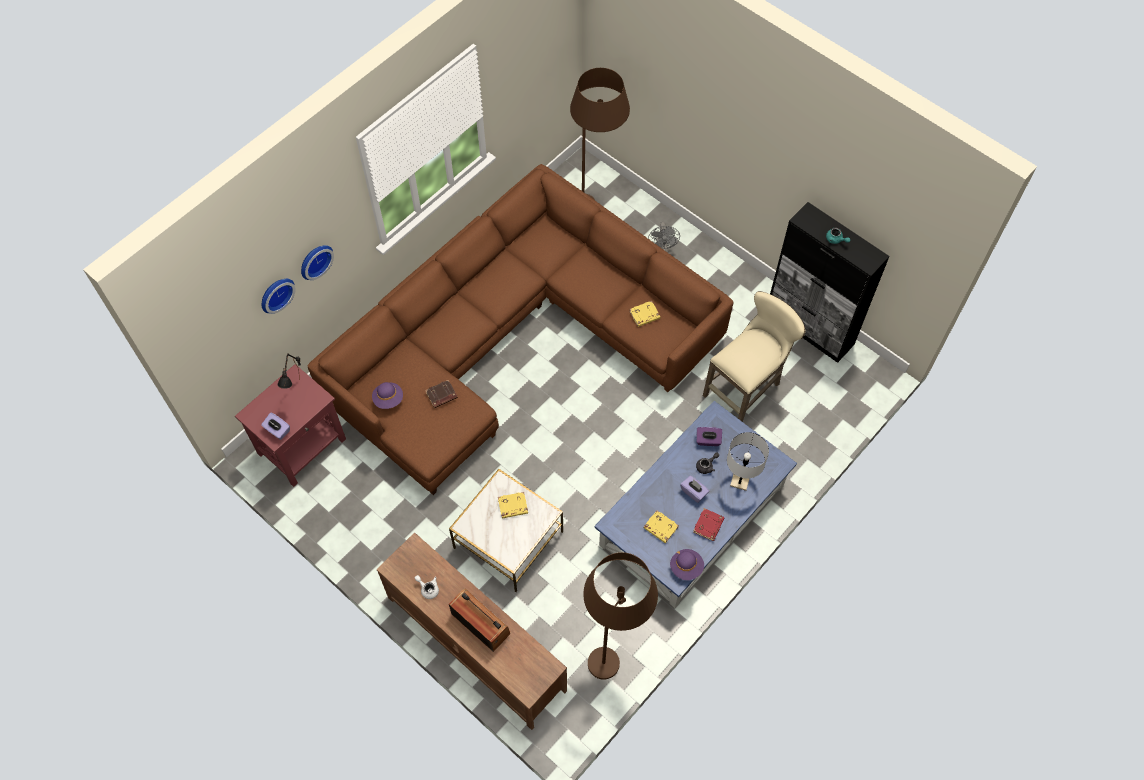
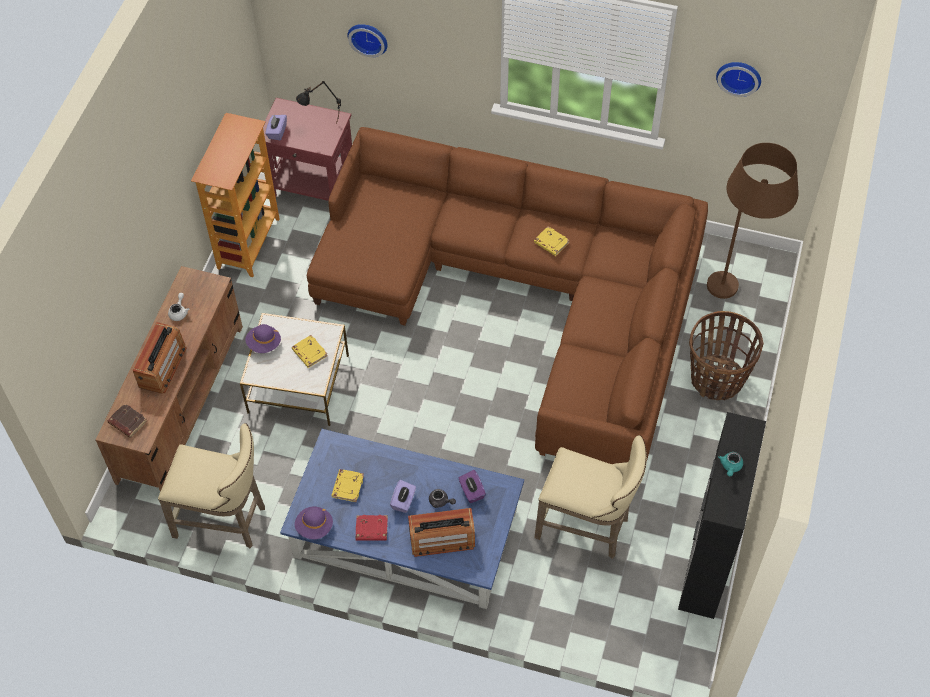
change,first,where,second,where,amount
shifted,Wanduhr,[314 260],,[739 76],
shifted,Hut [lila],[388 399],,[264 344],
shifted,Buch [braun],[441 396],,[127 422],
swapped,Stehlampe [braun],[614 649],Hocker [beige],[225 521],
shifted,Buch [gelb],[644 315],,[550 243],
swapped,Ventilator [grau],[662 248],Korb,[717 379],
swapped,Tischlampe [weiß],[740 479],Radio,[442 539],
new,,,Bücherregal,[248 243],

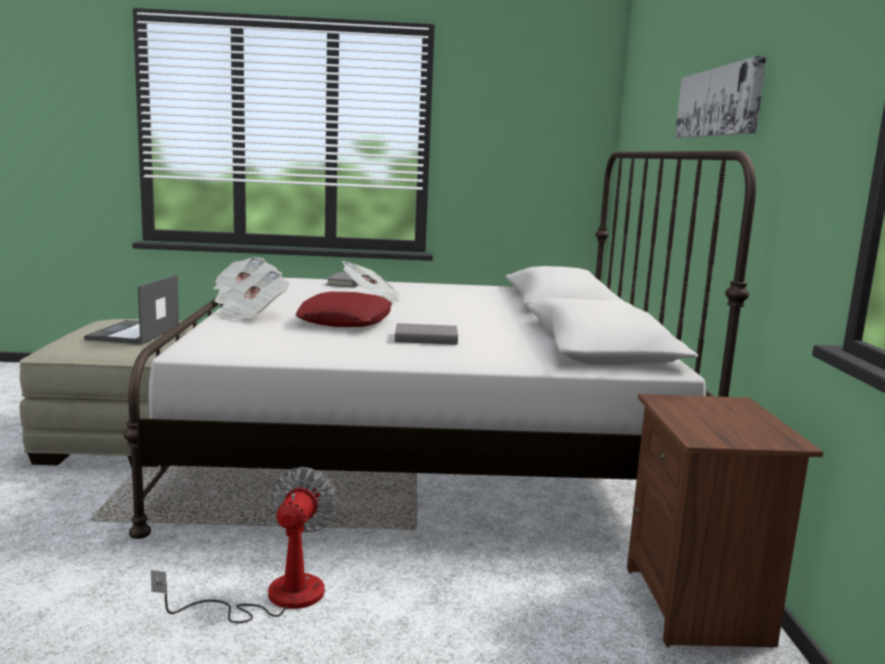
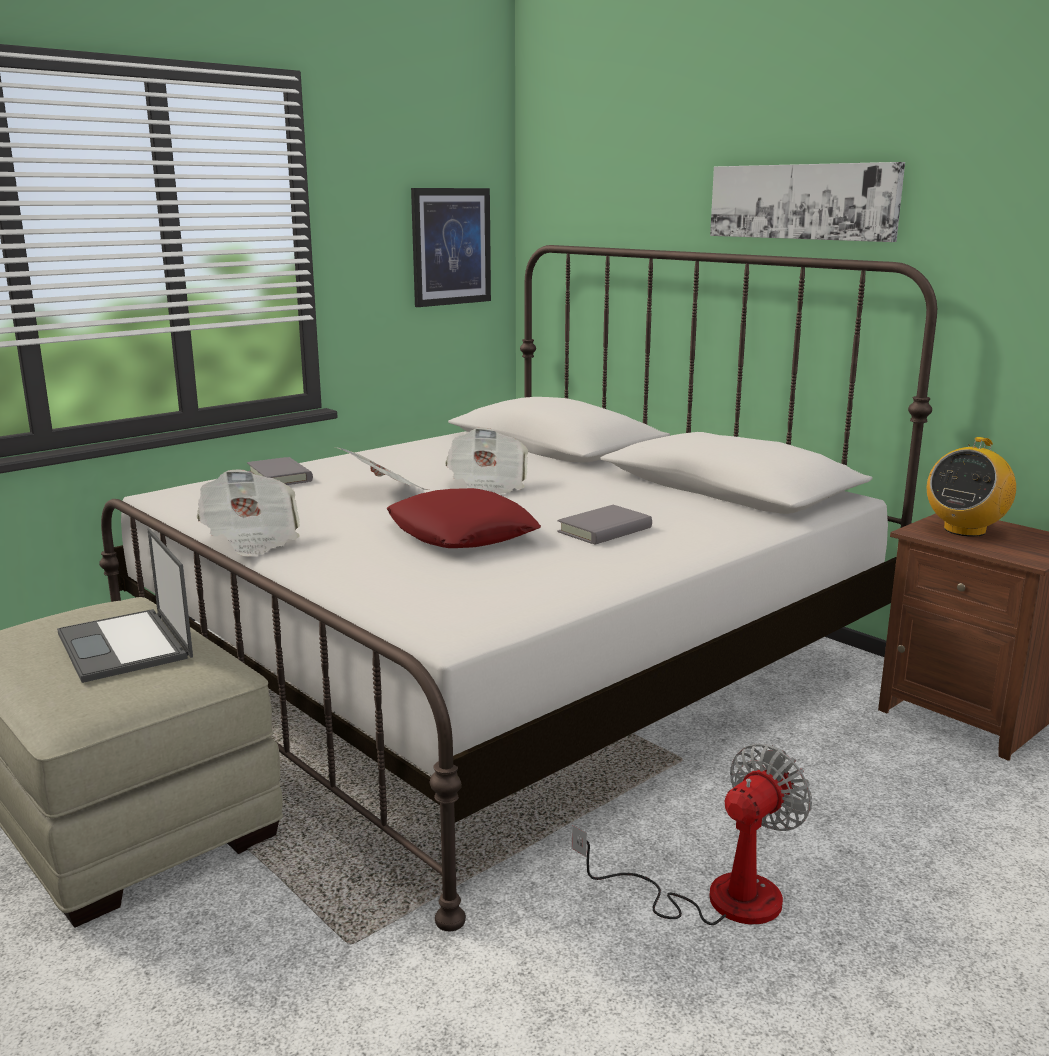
change,first,where,second,where,amount
rotated,Ventilator,[274 597],,[716 897],75 degrees clockwise
shifted,Zeitung,[250 315],,[487 486],
new,,,Bild,[451 246],
new,,,Radio,[964 530],

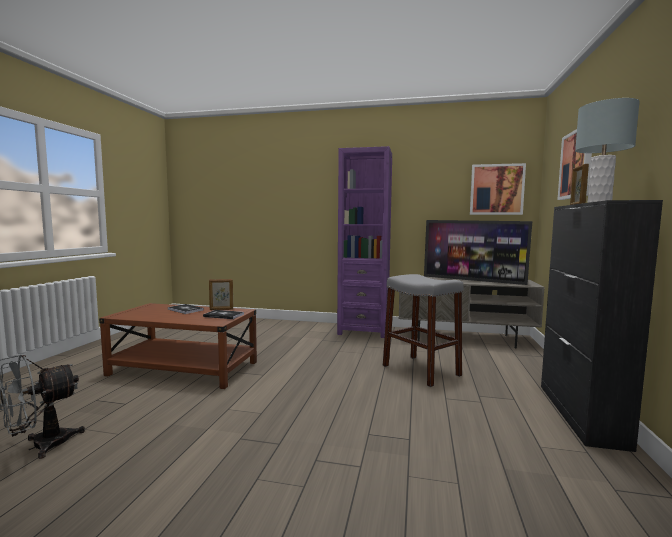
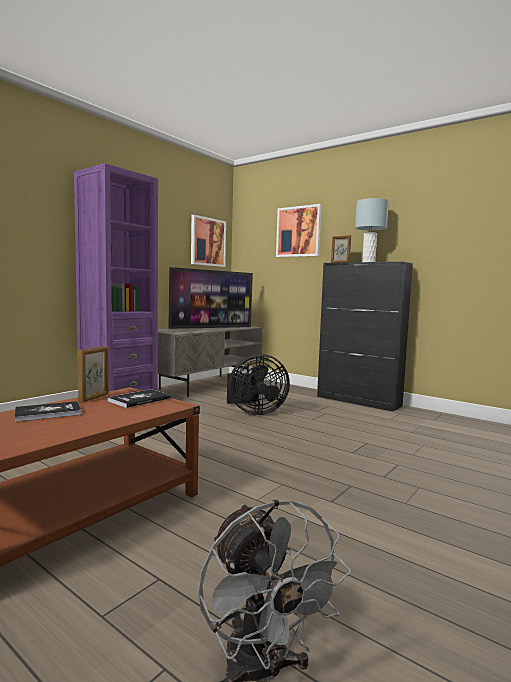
change,first,where,second,where,amount
swapped,Hocker [grau],[421 370],Ventilator [schwarz],[254 412],

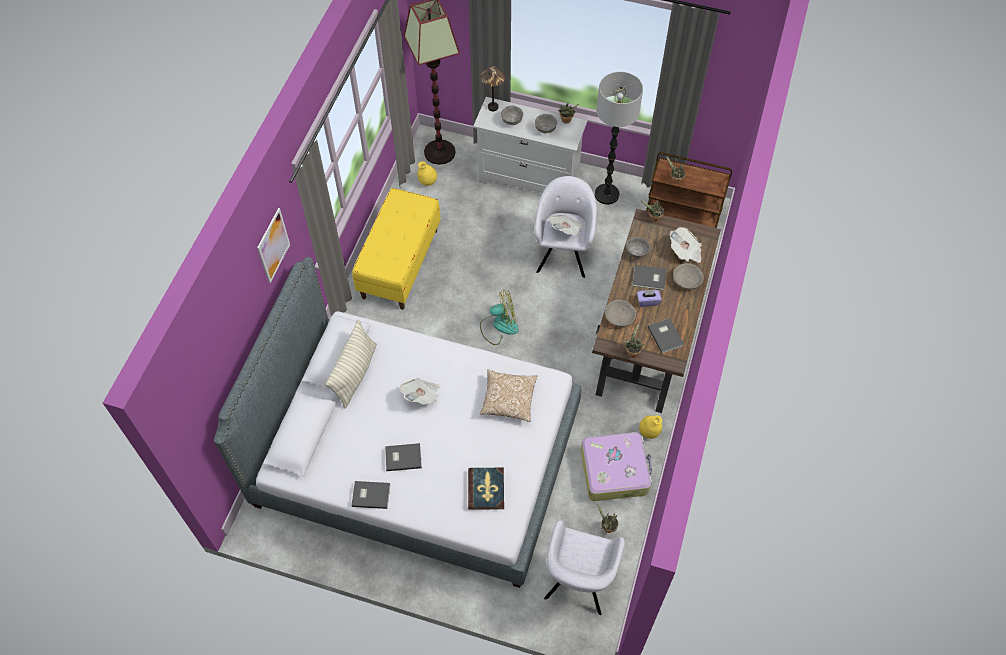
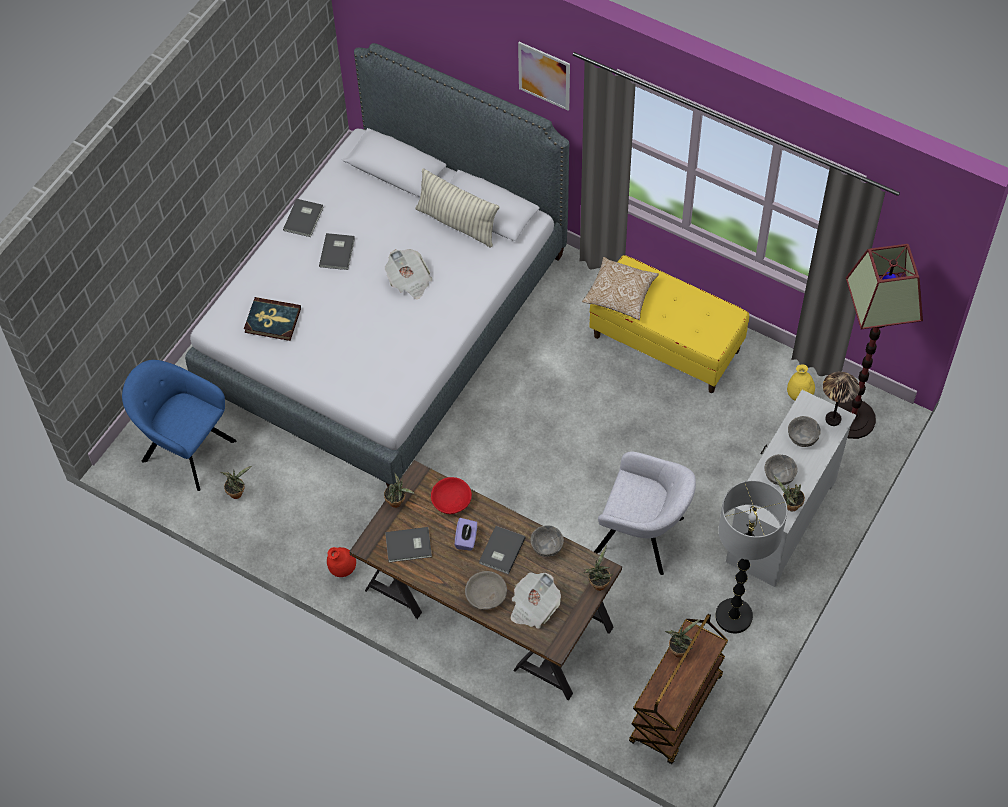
change,first,where,second,where,amount
gone,Ventilator,[499 326],,,
shifted,Kissen,[508 400],,[620 295],
repainted,Sessel [grau],[579 582],Sessel [blau],[185 449],
gone,Zeitung,[566 230],,,
gone,Koffer,[615 470],,,
repainted,Schüssel [grau],[619 317],Schüssel [rot],[451 500],
repainted,Vase [gelb],[649 432],Vase [rot],[342 569],

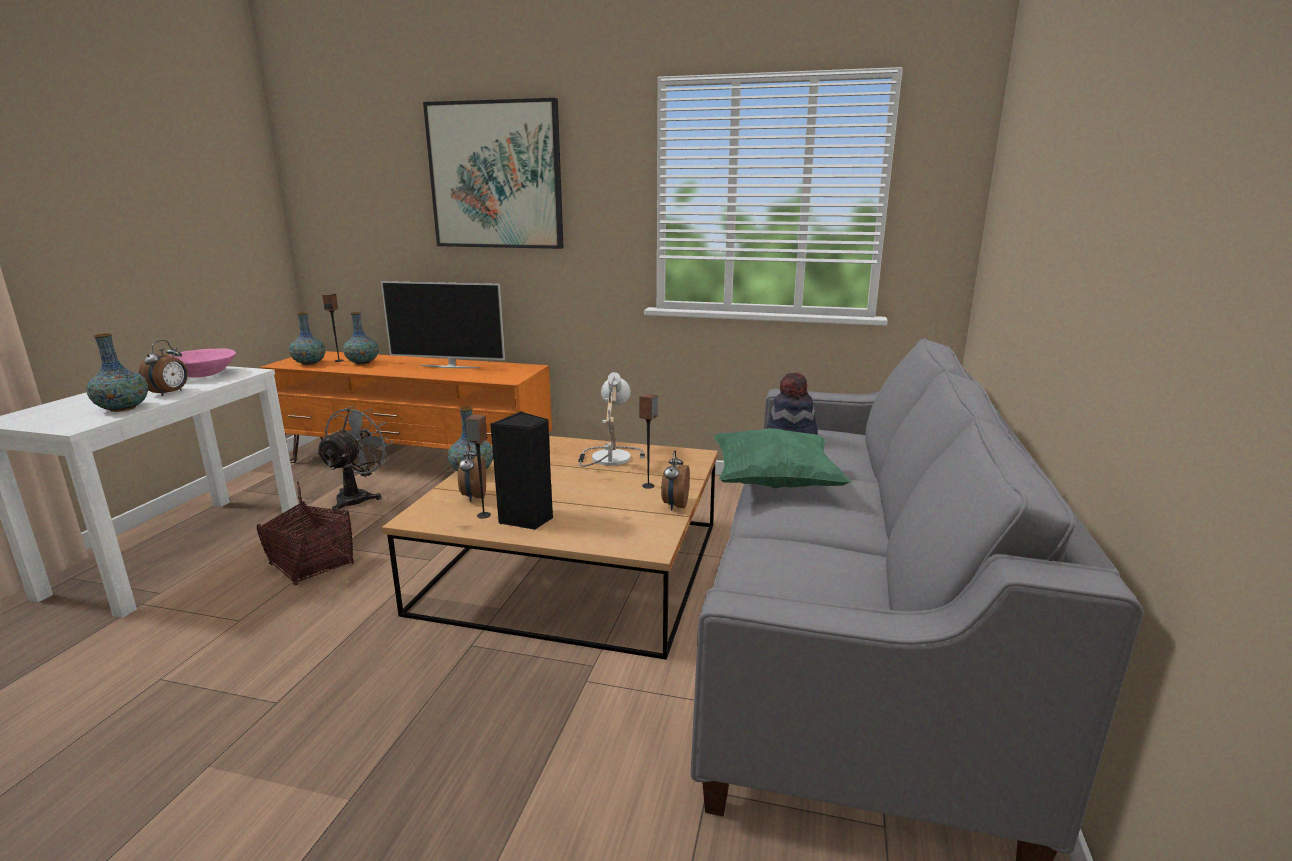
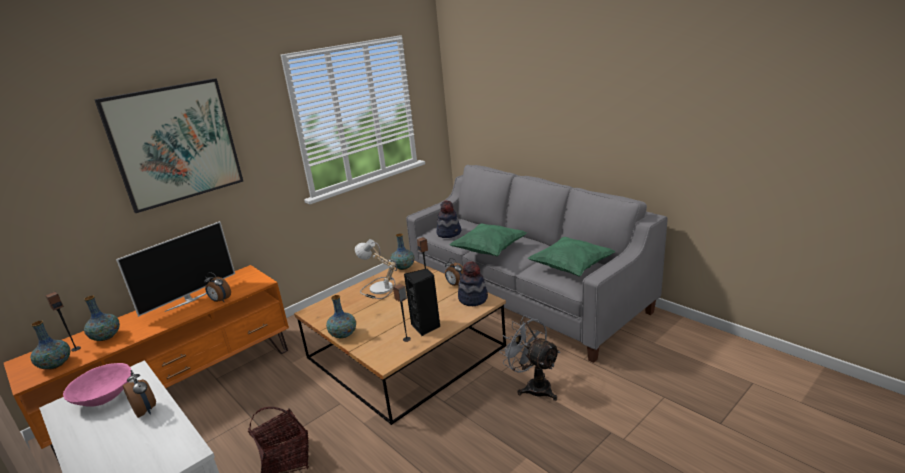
change,first,where,second,where,amount
shifted,Vase,[123 408],,[403 267],
shifted,Ventilator [grau],[358 497],,[533 386],
shifted,Wecker,[473 496],,[220 300],
new,,,Hut,[473 298],
new,,,Kissen [grün],[571 268],

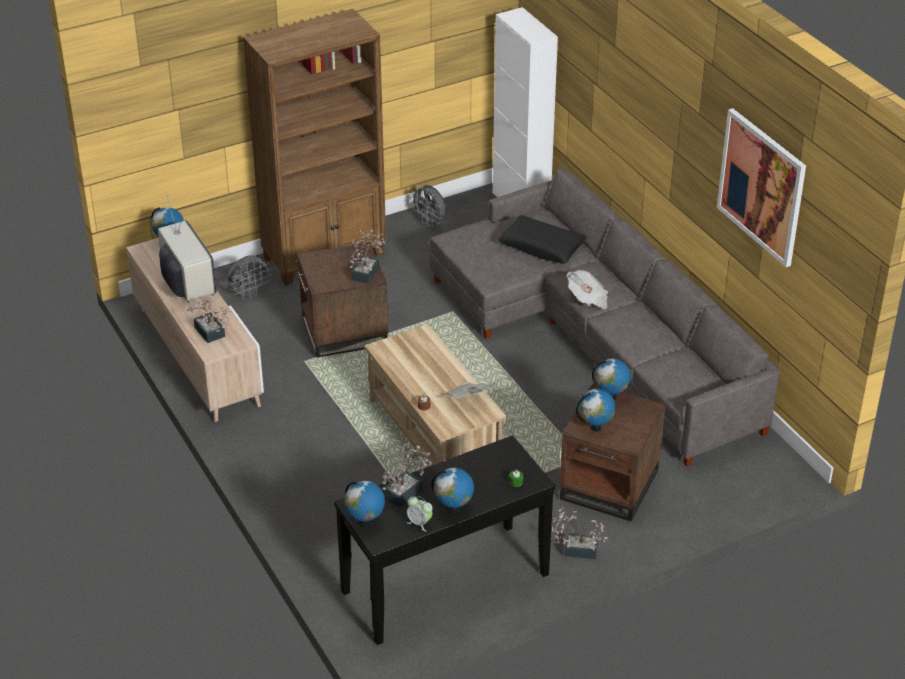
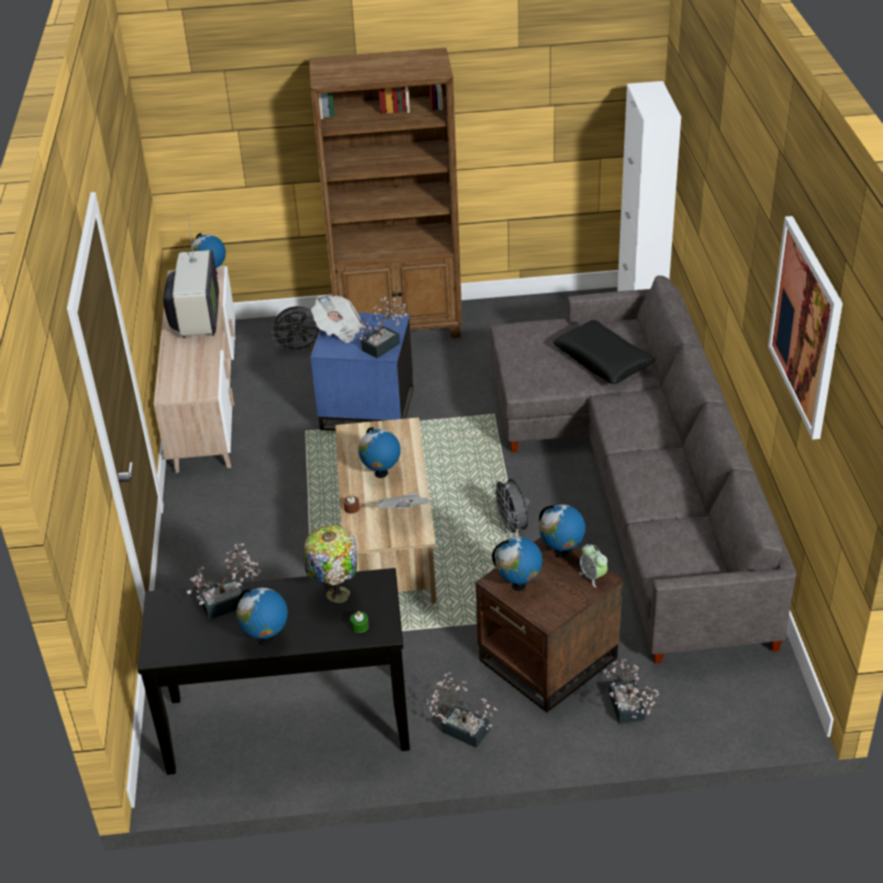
change,first,where,second,where,amount
shifted,Topfpflanze,[211 334],,[627 711],
repainted,Beistelltisch [braun],[344 332],Beistelltisch [blau],[367 409],
shifted,Globus,[365 522],,[381 473],
shifted,Wecker,[419 523],,[592 576],
shifted,Ventilator [grau],[430 222],,[512 528],
shifted,Zeitung,[588 299],,[338 330],
new,,,Tischlampe,[336 595],

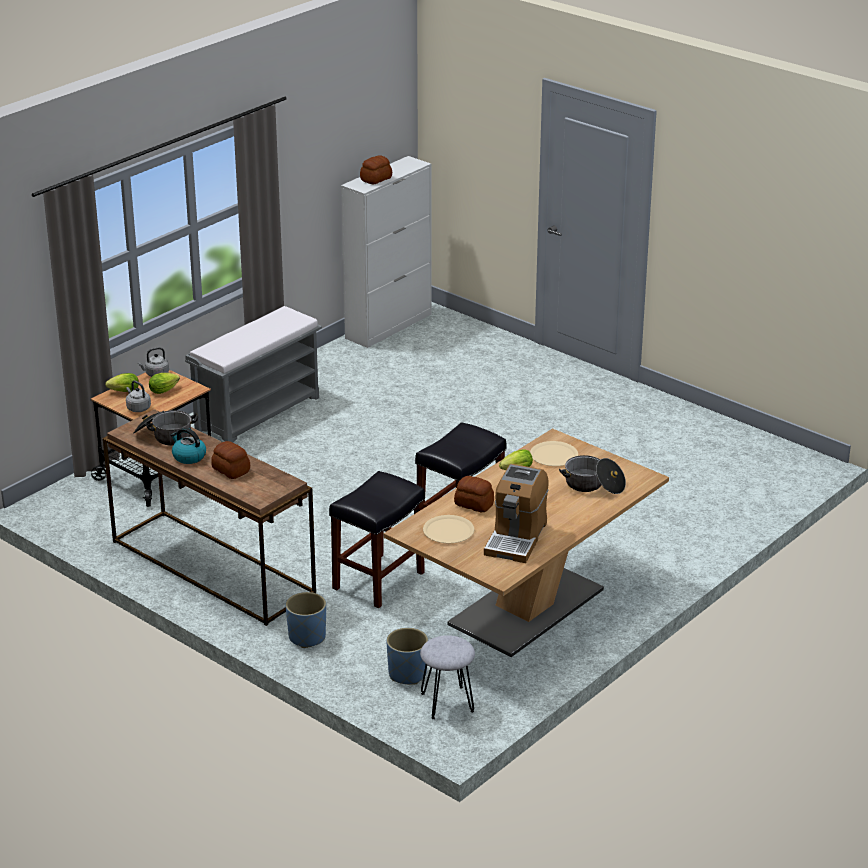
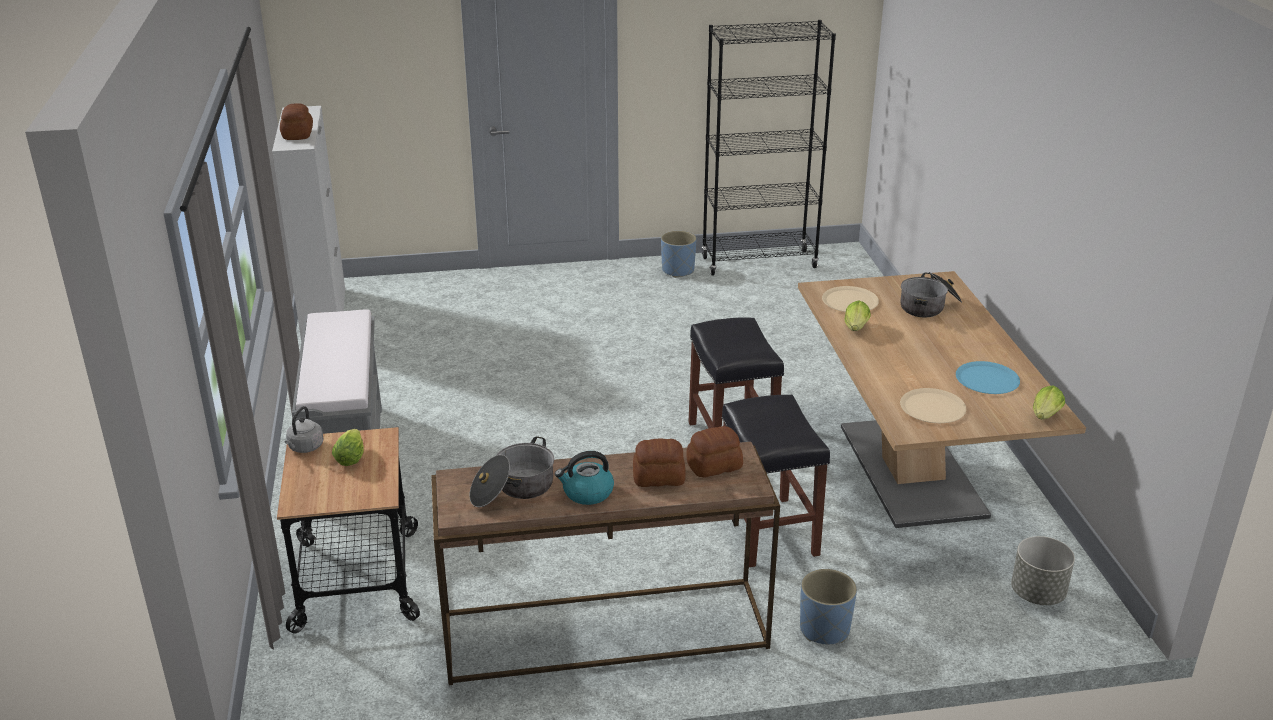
change,first,where,second,where,amount
shifted,Salatkopf,[122 392],,[1044 417],
gone,Wasserkessel [grau],[138 408],,,
shifted,Pflanzkübel [blau],[407 674],,[678 270],
swapped,Hocker [grau],[447 702],Pflanzkübel [grau],[1038 593],
shifted,Brot,[474 504],,[713 465],
swapped,Kaffeemaschine,[516 538],Teller [blau],[987 379],
new,,,Bücherregal [schwarz],[759 263],

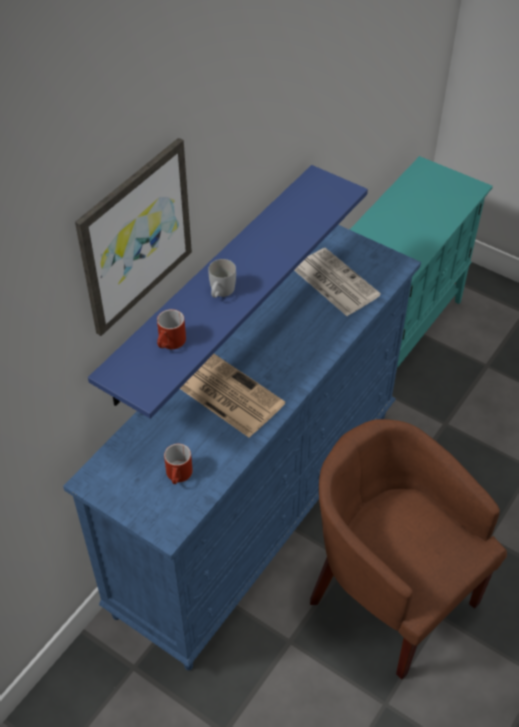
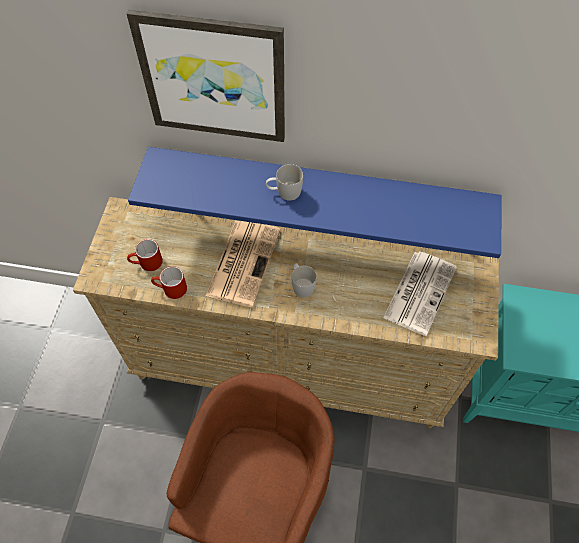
change,first,where,second,where,amount
repainted,Kommode [blau],[260 508],Kommode [beige],[290 367],
shifted,Henkelbecher [rot],[170 343],,[170 289],
new,,,Henkelbecher [weiß],[301 285],

